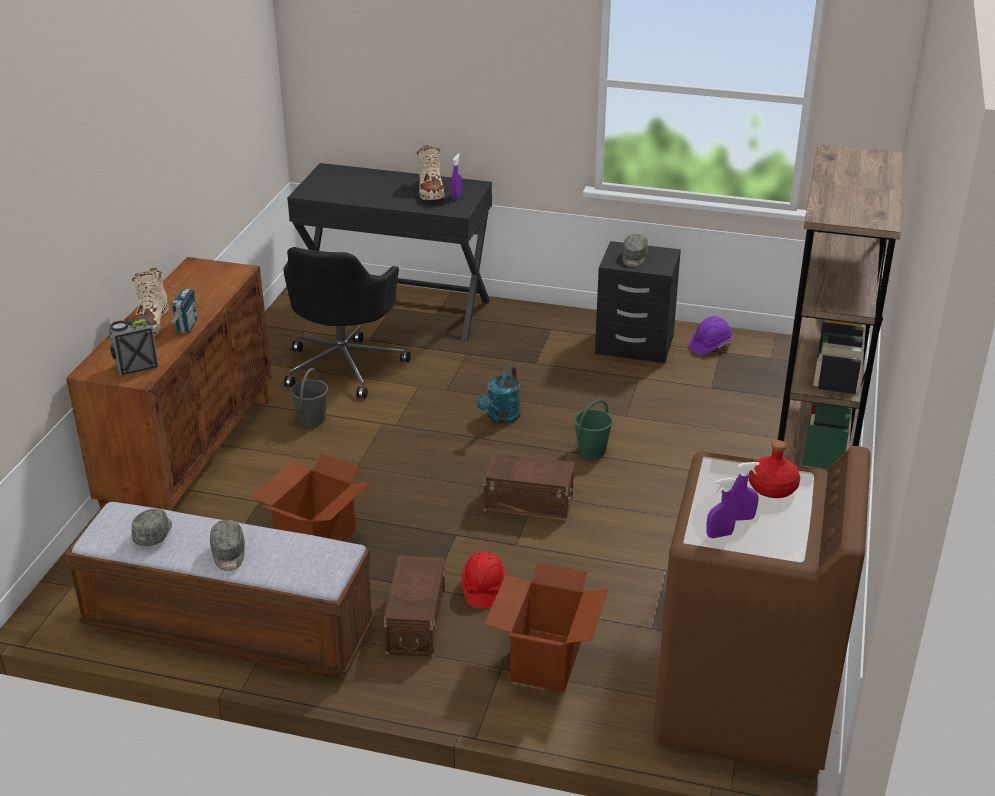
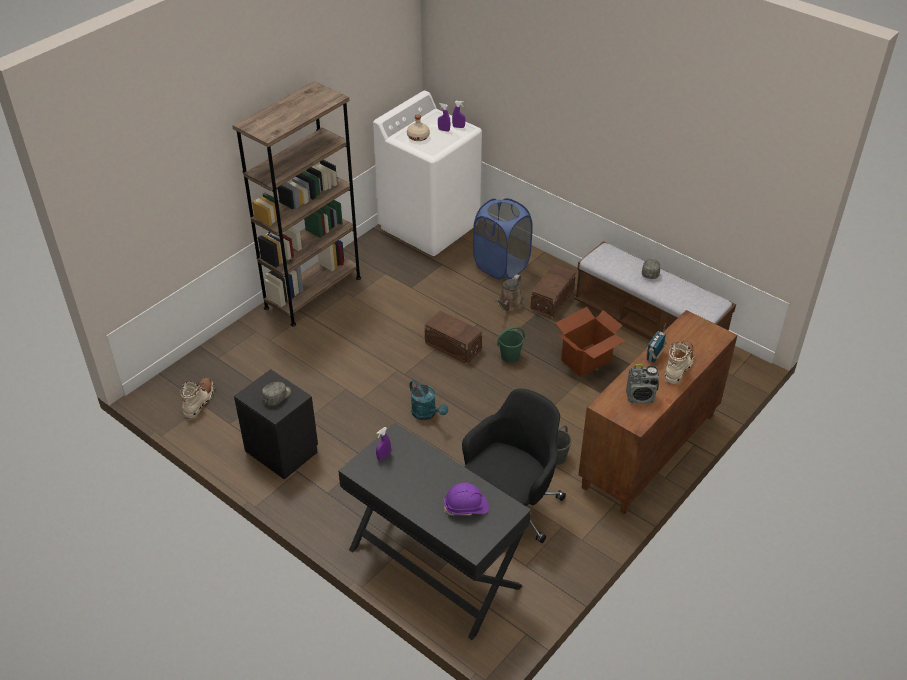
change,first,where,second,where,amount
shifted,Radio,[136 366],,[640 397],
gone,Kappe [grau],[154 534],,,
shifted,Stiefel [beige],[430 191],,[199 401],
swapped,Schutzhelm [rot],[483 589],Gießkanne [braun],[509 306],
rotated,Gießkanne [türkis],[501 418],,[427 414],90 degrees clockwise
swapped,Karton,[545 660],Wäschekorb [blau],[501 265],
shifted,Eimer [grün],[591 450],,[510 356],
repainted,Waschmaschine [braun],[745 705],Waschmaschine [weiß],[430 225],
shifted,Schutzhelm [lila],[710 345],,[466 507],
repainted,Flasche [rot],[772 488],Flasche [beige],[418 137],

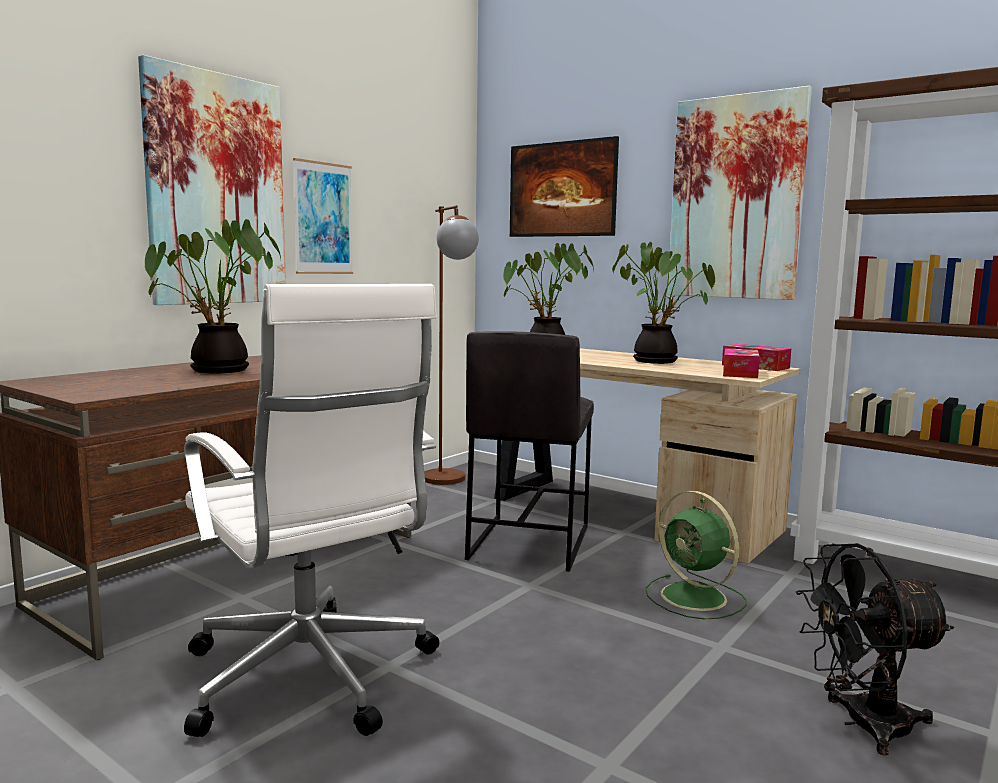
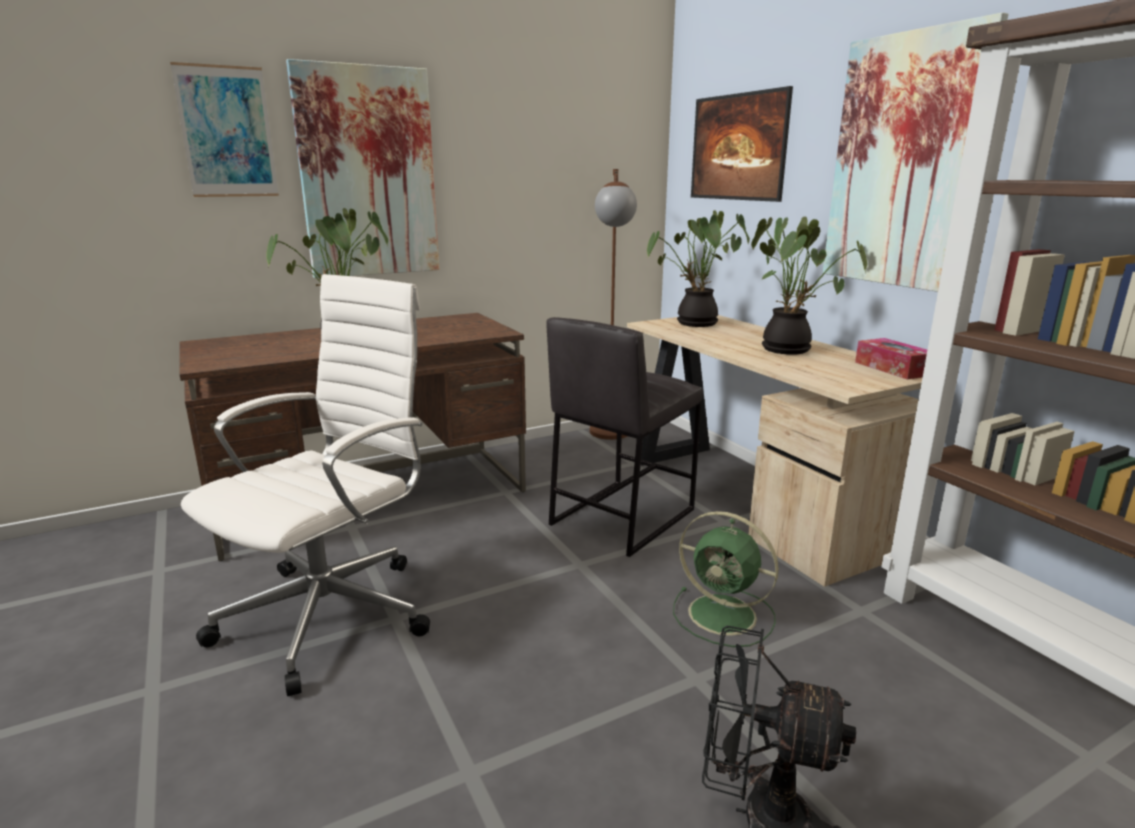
change,first,where,second,where,amount
rotated,Bürostuhl [weiß],[311 677],,[333 613],135 degrees counterclockwise
shifted,Bild,[323 218],,[227 132],
rotated,Ventilator [grün],[696 598],,[725 615],45 degrees counterclockwise
gone,Taschentuchbox,[740 373],,,

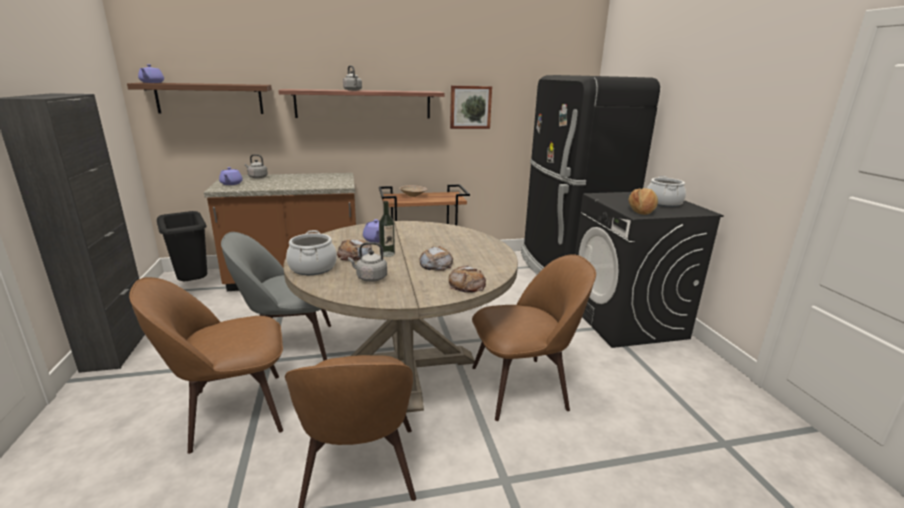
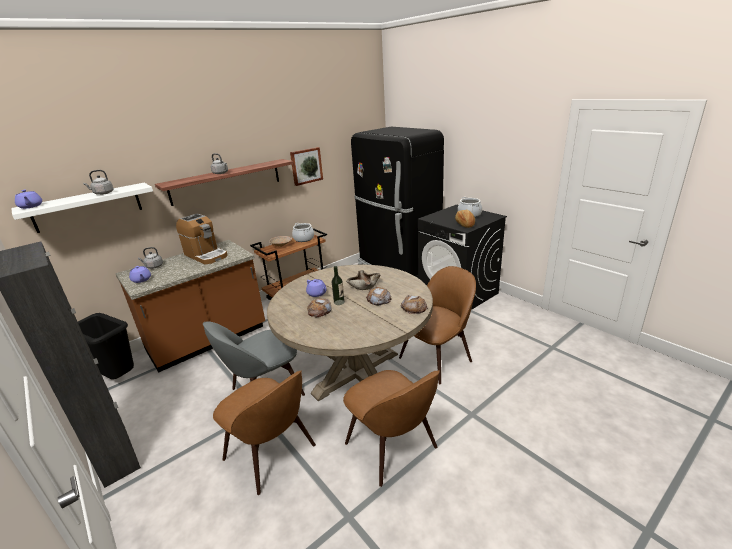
change,first,where,second,where,amount
repainted,Wandregal [braun],[209 98],Wandregal [weiß],[88 207],
rotated,Stuhl [braun],[232 411],,[272 454],90 degrees counterclockwise
shifted,Kochtopf,[312 268],,[303 239],
shifted,Wasserkessel [grau],[370 278],,[102 193],
new,,,Kaffeemaschine,[206 255],
new,,,Schüssel [beige],[363 285],

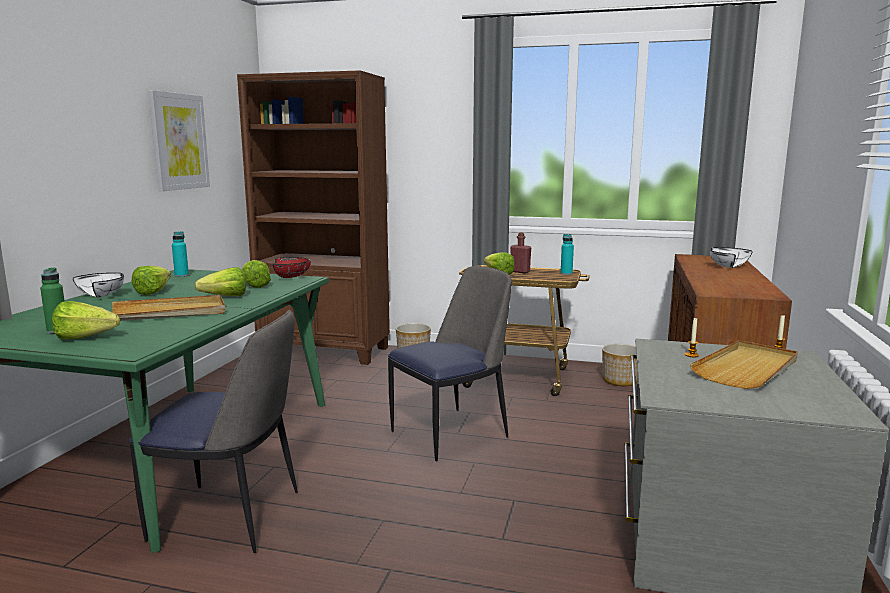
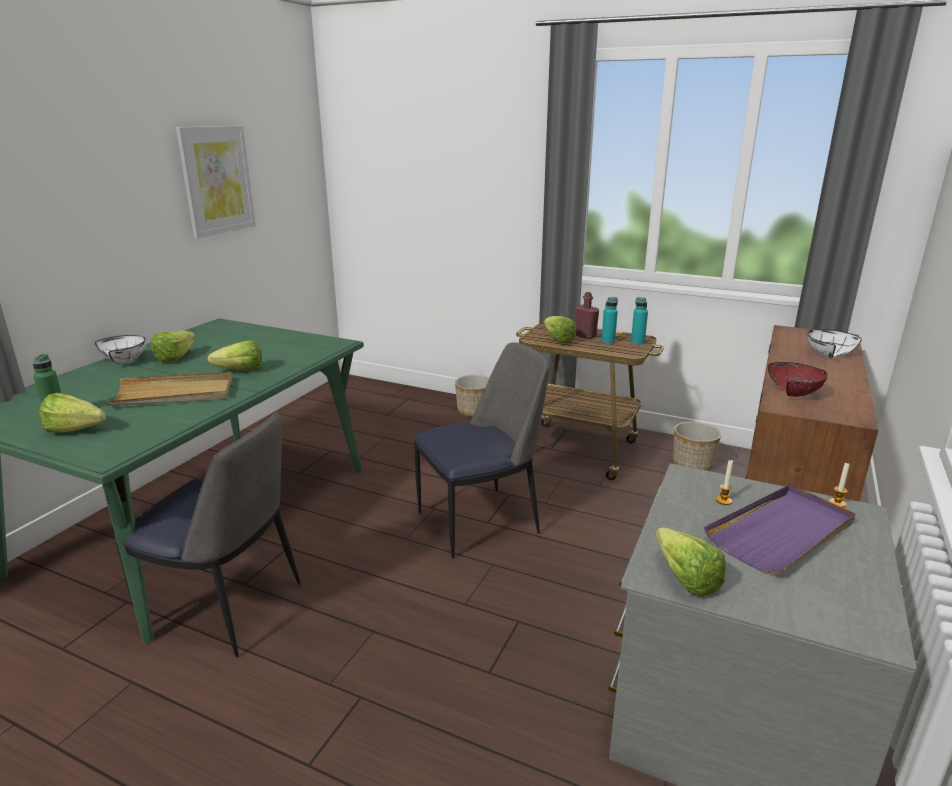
change,first,where,second,where,amount
shifted,Flasche [türkis],[181 275],,[608 342],
gone,Bücherregal [braun],[325 351],,,
shifted,Salatkopf,[254 285],,[682 575],
shifted,Schüssel [rot],[292 277],,[796 394],
repainted,Tablett [beige],[747 368],Tablett [lila],[782 532],

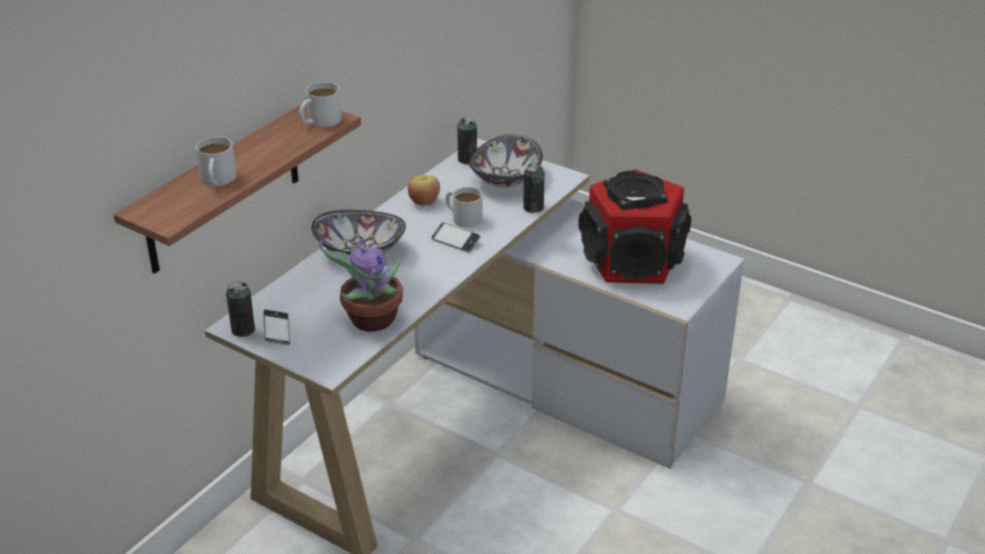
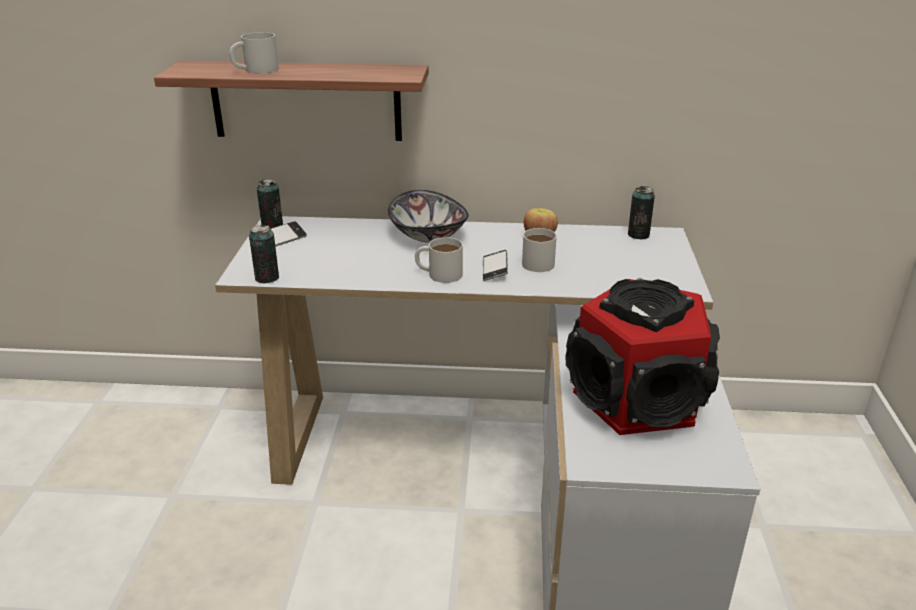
change,first,where,second,where,amount
shifted,Henkelbecher [weiß],[319 121],,[438 274],
gone,Topfpflanze,[370 321],,,
gone,Schüssel,[506 179],,,
shifted,Dose,[533 208],,[267 278],

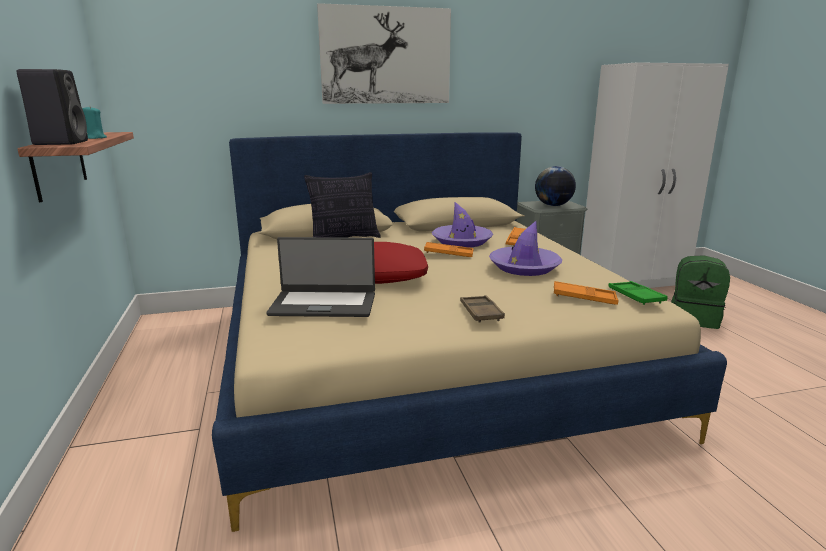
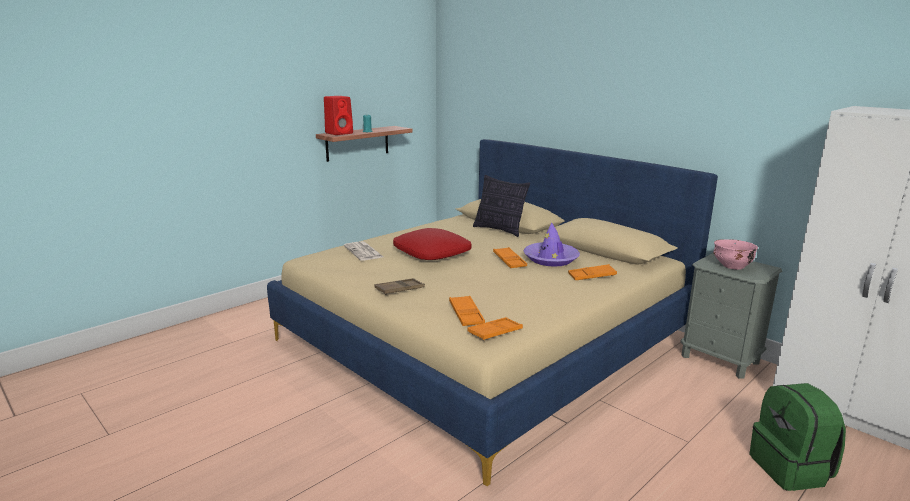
change,first,where,second,where,amount
repainted,Lautsprecher [schwarz],[61 143],Lautsprecher [rot],[339 133],
swapped,Laptop,[323 304],Zeitung,[364 252],
gone,Bild,[386 56],,,
gone,Hut [lila],[524 267],,,
swapped,Globus,[553 205],Schüssel [rosa],[732 266],
repainted,Tablett [grün],[635 296],Tablett [orange],[495 332],

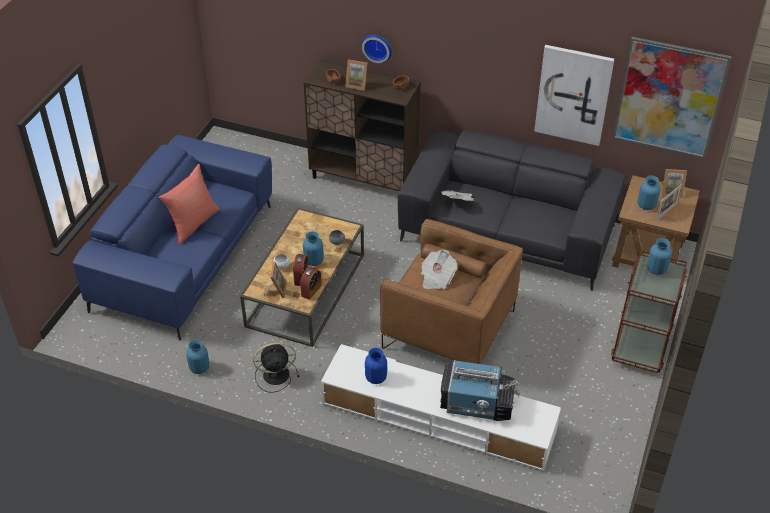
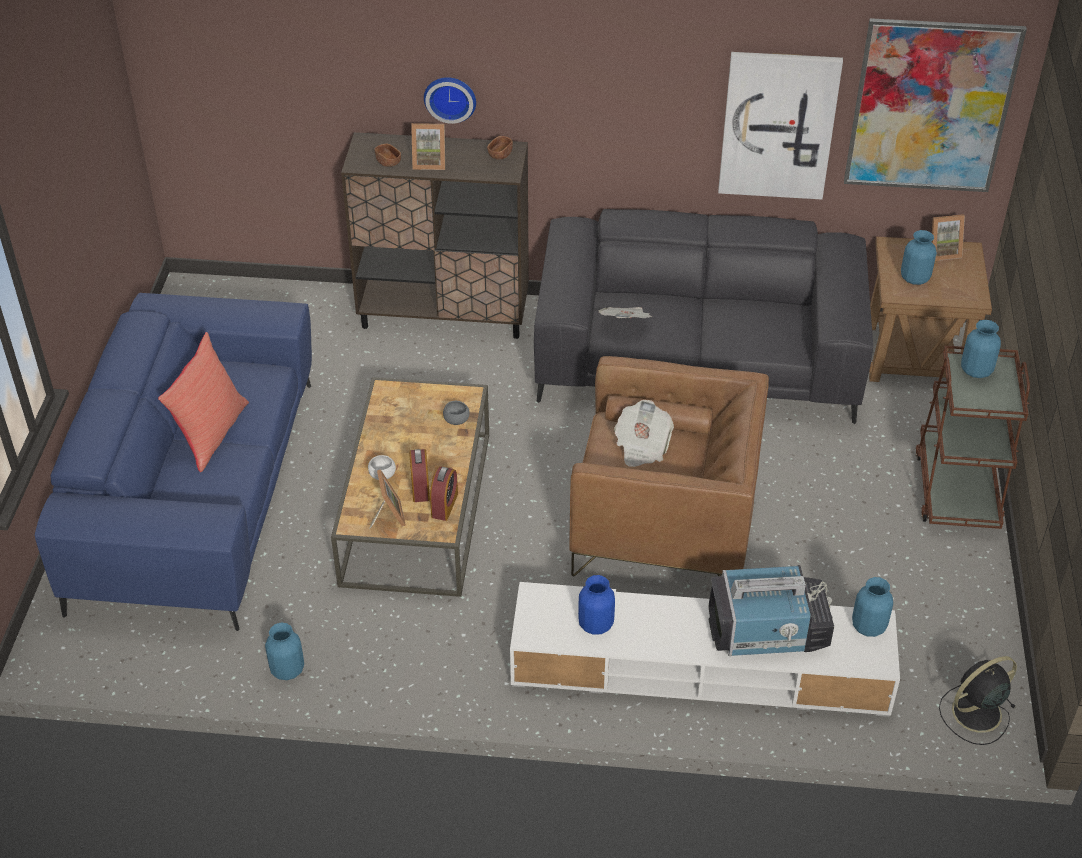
change,first,where,second,where,amount
shifted,Ventilator [schwarz],[275 375],,[974 713],
shifted,Vase [blau],[313 261],,[868 626],
gone,Bilderrahmen,[666 212],,,

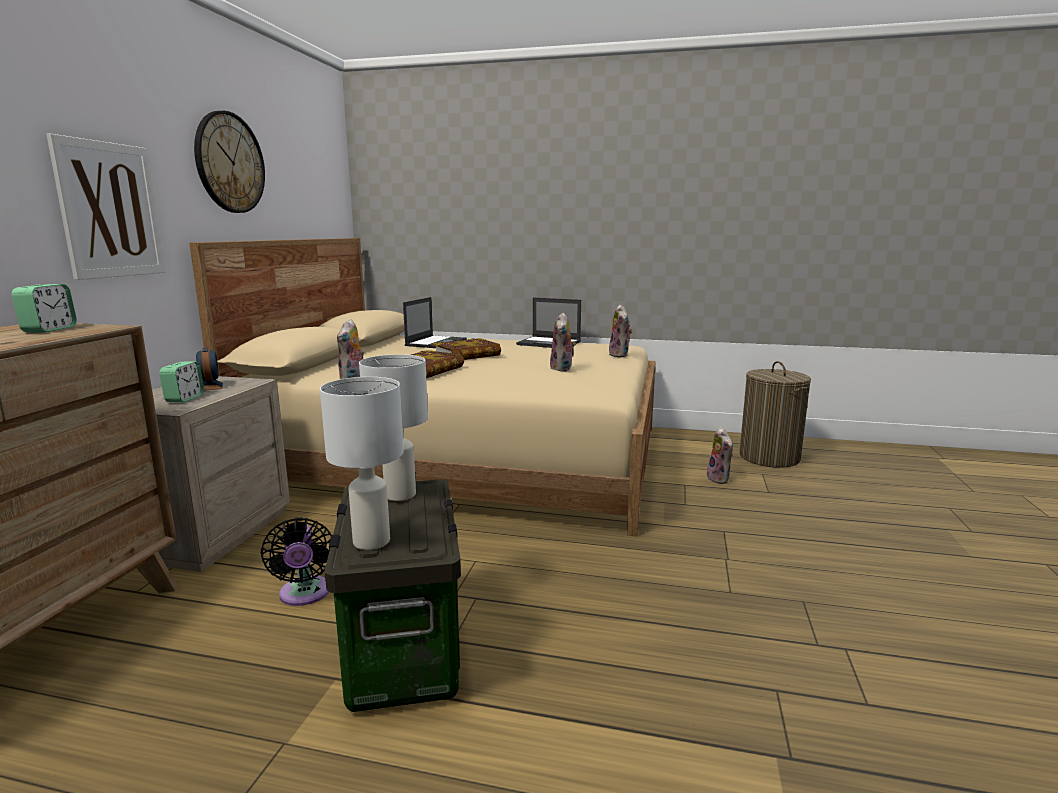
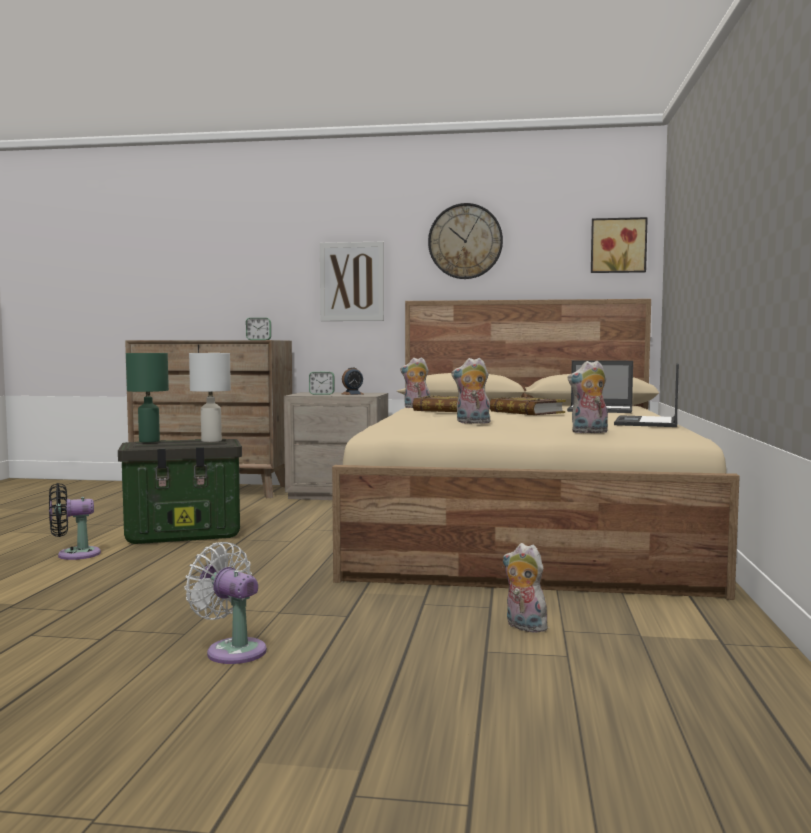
change,first,where,second,where,amount
shifted,Ventilator [schwarz],[305 595],,[74 554],
repainted,Tischlampe [weiß],[370 541],Tischlampe [grün],[149 441],
rotated,Plüschtier,[720 479],,[523 626],60 degrees clockwise
gone,Wäschekorb,[769 457],,,
new,,,Ventilator [weiß],[232 650],
new,,,Bild,[618 245],

